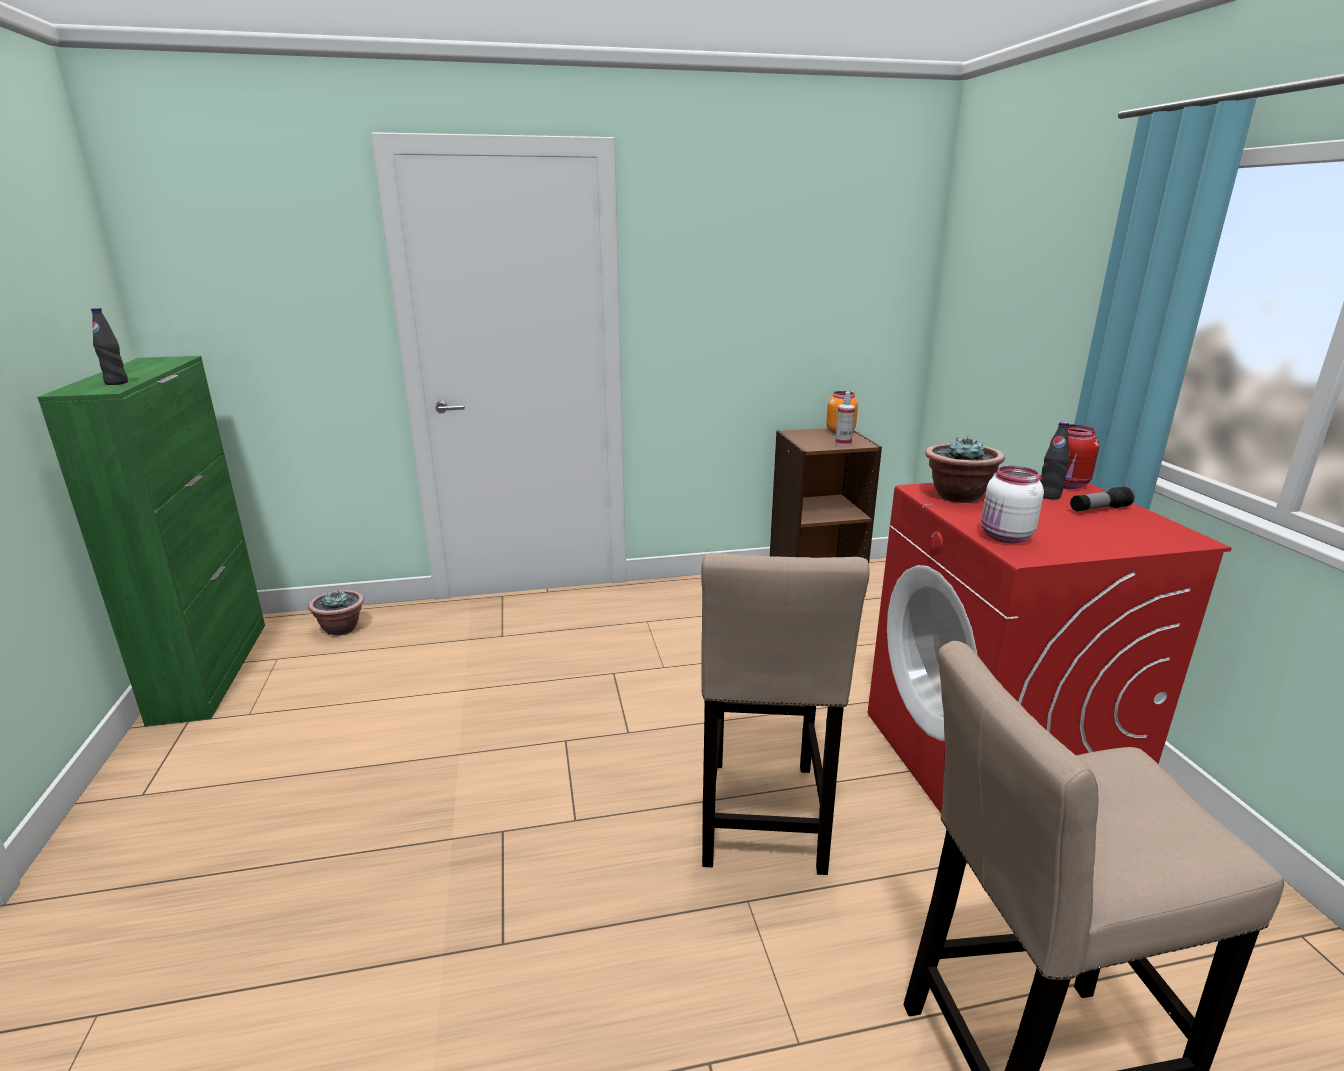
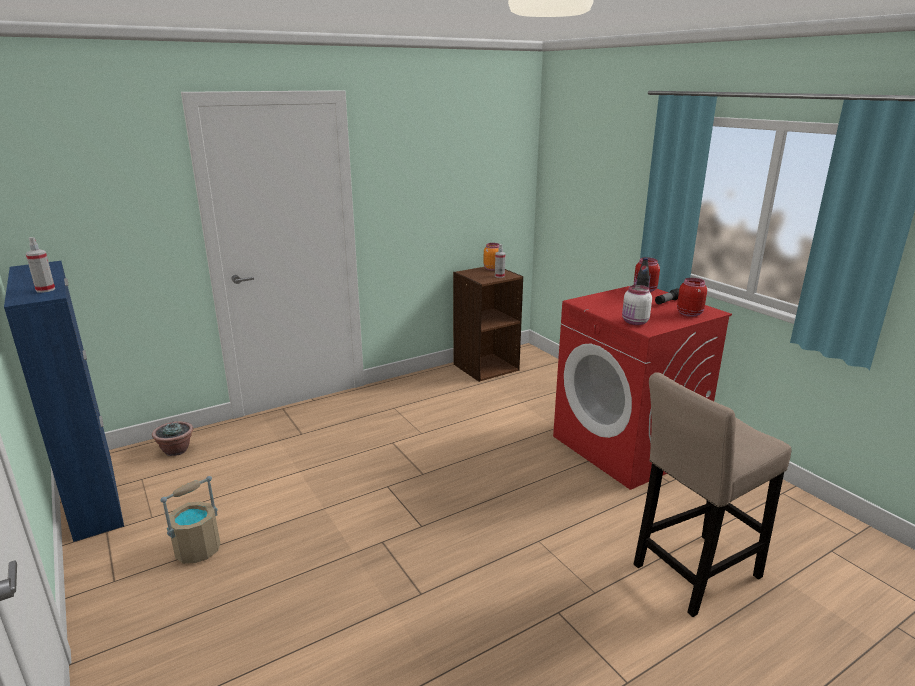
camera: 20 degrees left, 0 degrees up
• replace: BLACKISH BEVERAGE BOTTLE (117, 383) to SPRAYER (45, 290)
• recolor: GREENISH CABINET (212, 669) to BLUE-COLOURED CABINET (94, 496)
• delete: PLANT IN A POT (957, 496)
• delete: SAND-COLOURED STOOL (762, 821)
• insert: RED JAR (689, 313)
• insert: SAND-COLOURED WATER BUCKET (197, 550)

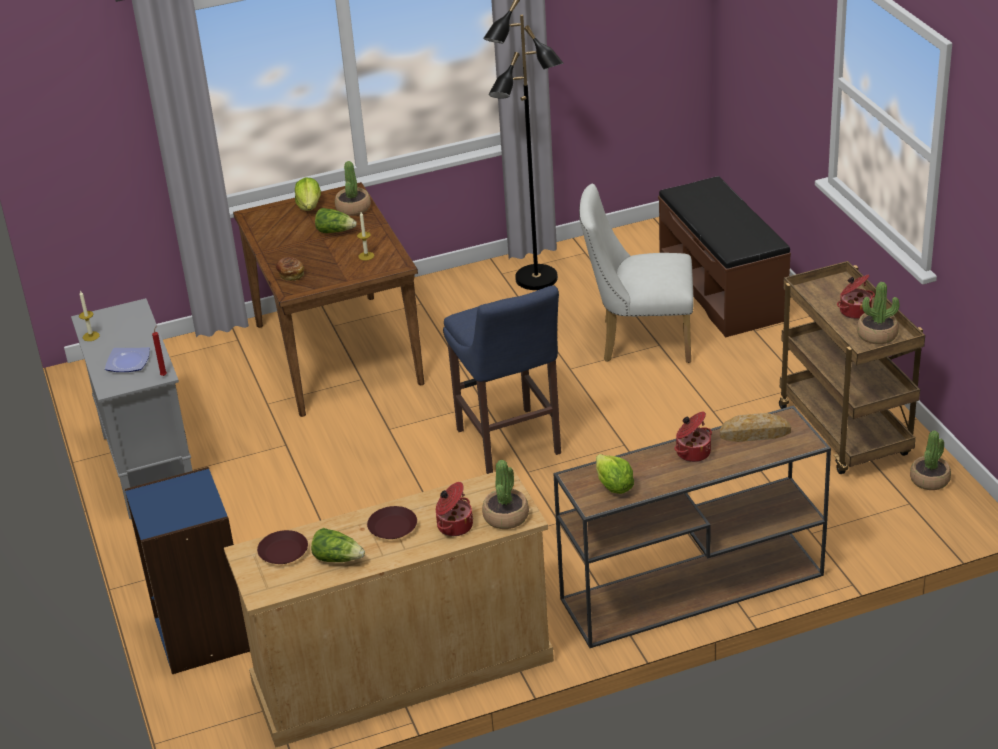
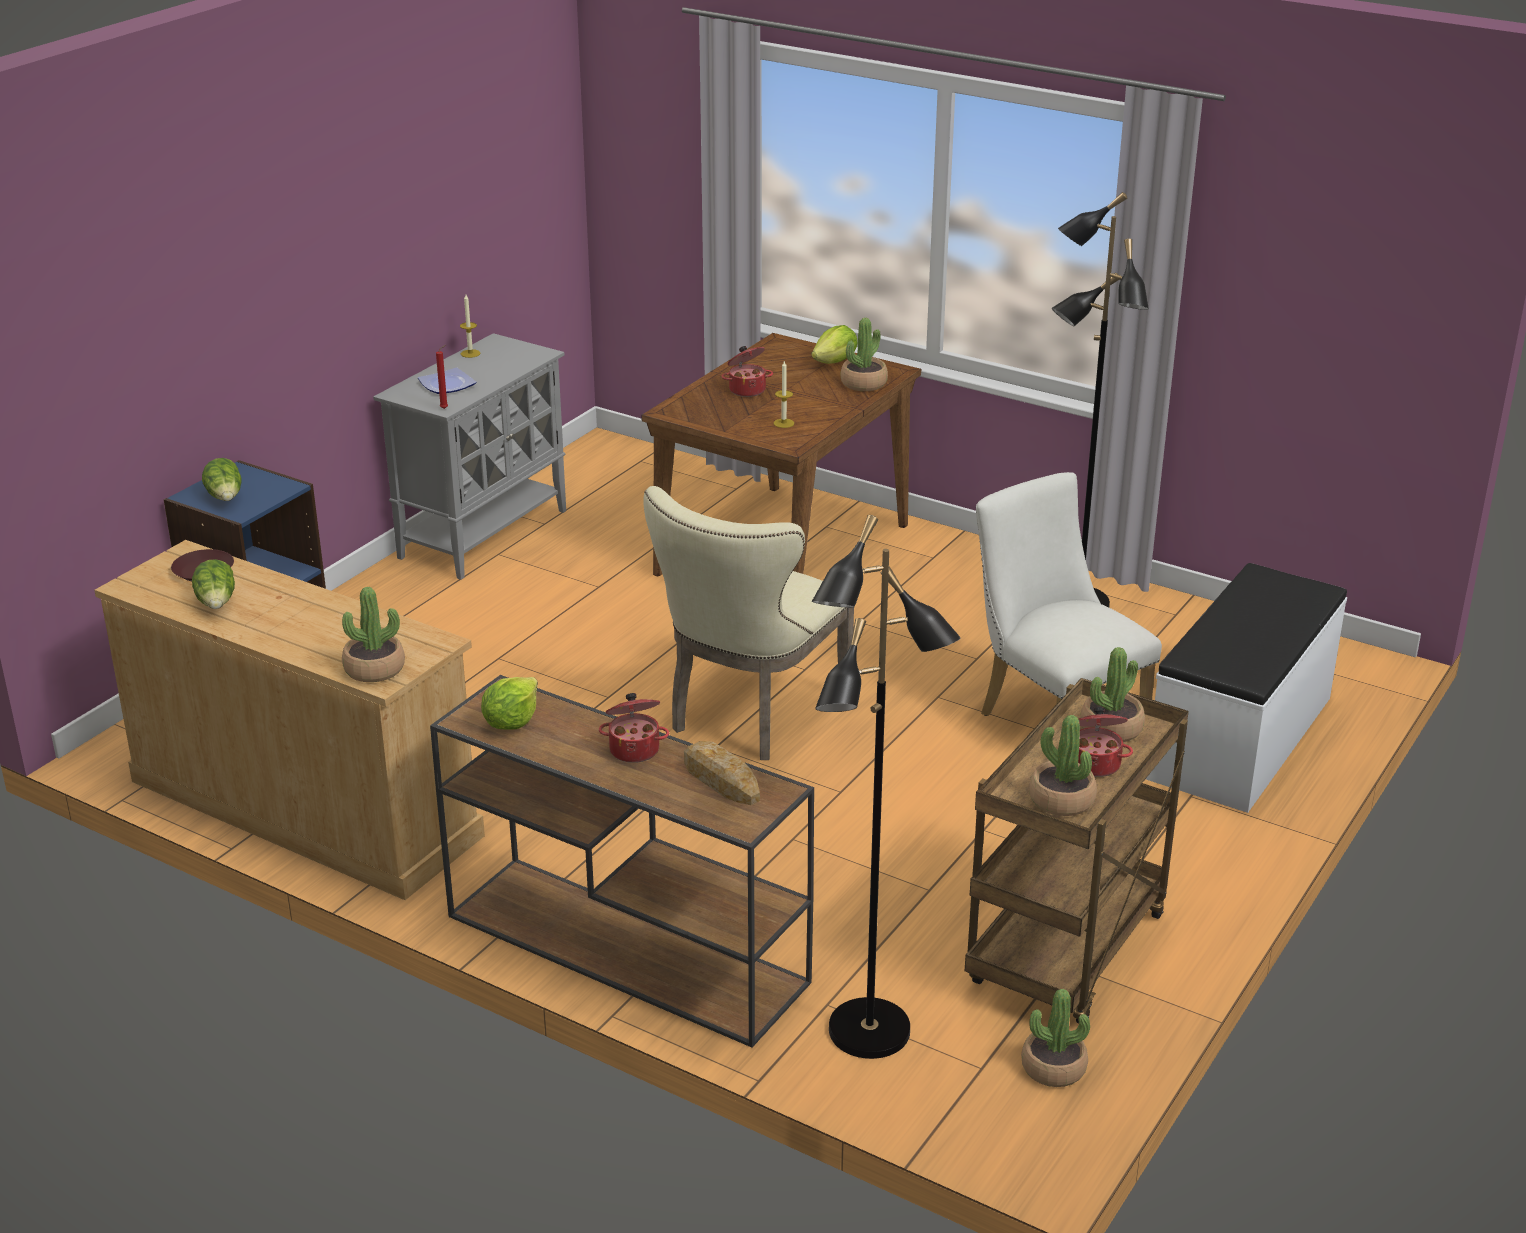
camera: 50 degrees right, 5 degrees down
• recolor: BROWNISH LONG SEAT (722, 290) to WHITE LONG SEAT (1242, 738)
• move: LETTUCE (335, 231) to (226, 497)
• delete: BAKERY BREAD (290, 274)
• replace: BLUE-COLOURED STOOL (510, 445) to SAND-COLOURED PLAIN CHAIR (750, 716)
• move: STOCKPOT (454, 525) to (747, 389)
• delete: BROWNISH DINNER PLATE (392, 527)
• insert: BLACKISH STANDING LAMP (870, 1033)
• insert: PLANT IN A POT (1111, 728)

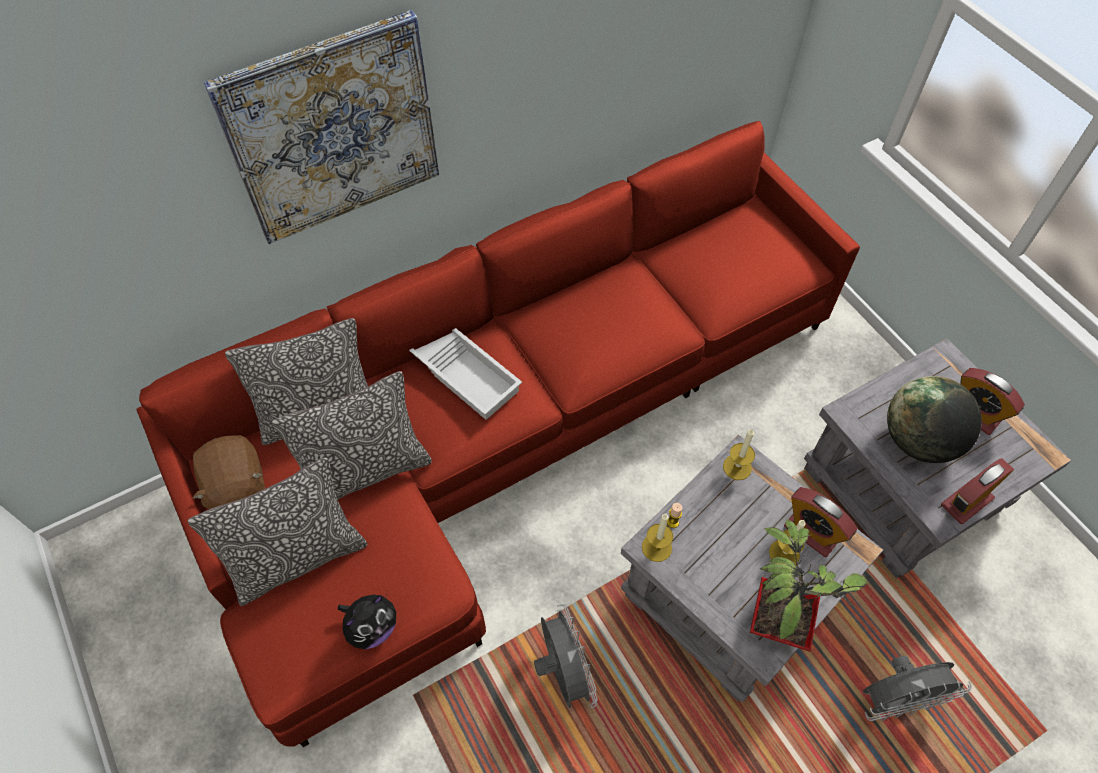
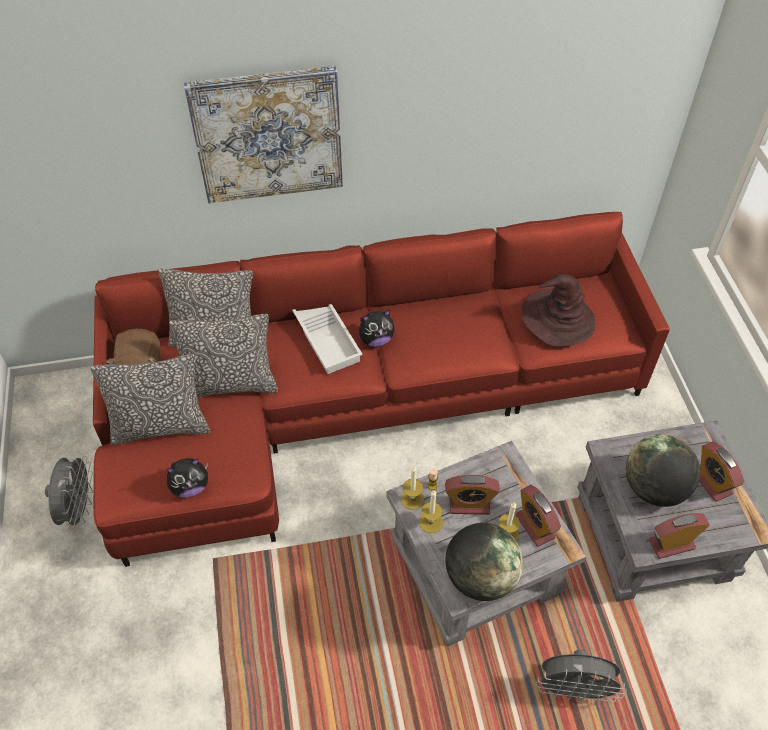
camera: 20 degrees right, 5 degrees down
• move: CANDLE (737, 467) to (431, 522)
• replace: PLANT IN A POT (779, 620) to DESK GLOBE (480, 578)
• move: GREY ELECTRIC FAN (563, 672) to (78, 509)
• insert: BROWNISH CLOTHING HAT (556, 319)
• insert: CUDDLY TOY (376, 339)
• insert: BEDSIDE CLOCK (469, 504)

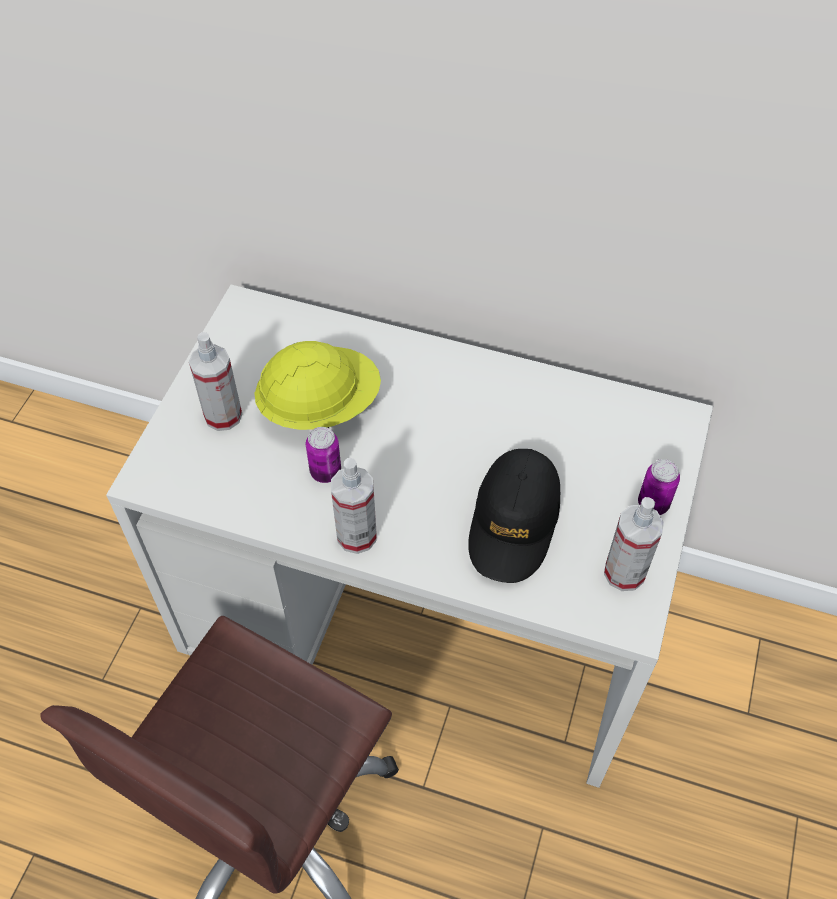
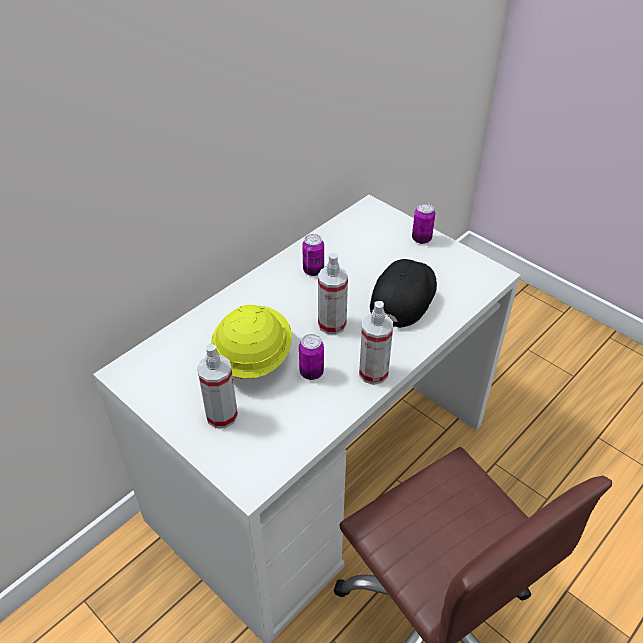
camera: 65 degrees left, 10 degrees down
• rotate: BLACKISH CAP (514, 522) = (403, 297) 105 degrees counterclockwise
• move: SPRAYER (624, 573) to (332, 324)
• insert: METAL CAN (313, 270)

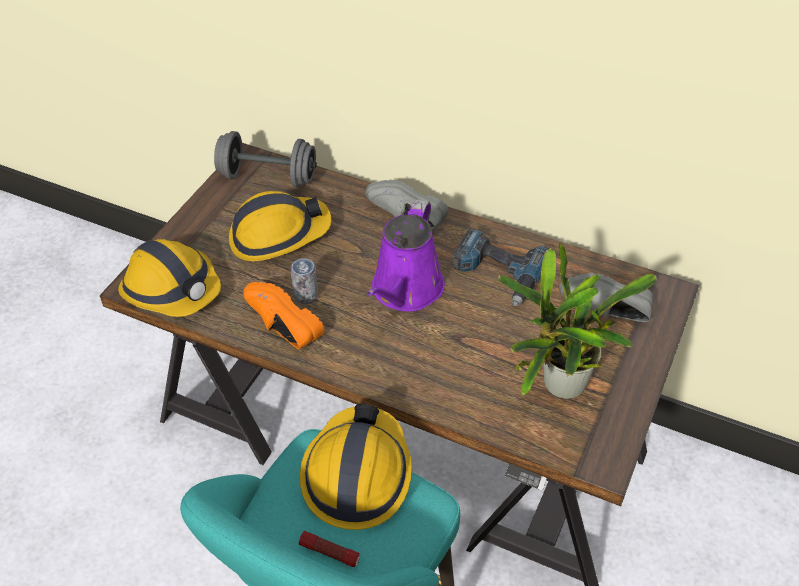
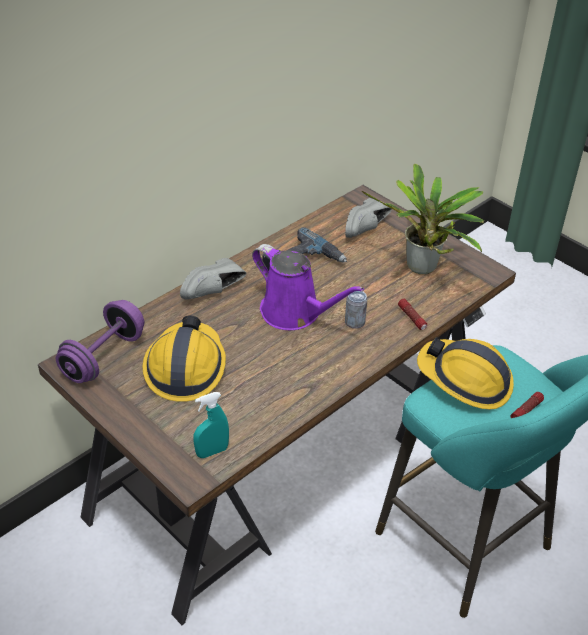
camera: 70 degrees left, 5 degrees down
• recolor: GREY DUMBBELL (267, 177) to PURPLISH DUMBBELL (103, 357)
• replace: SAFETY HELMET (172, 289) to TURQUOISE-COLOURED SPRAYER (212, 452)
• move: METAL CAN (306, 296) to (354, 322)
• delete: ORANGEY SHOE (279, 328)
• insert: FLASHLIGHT (412, 318)

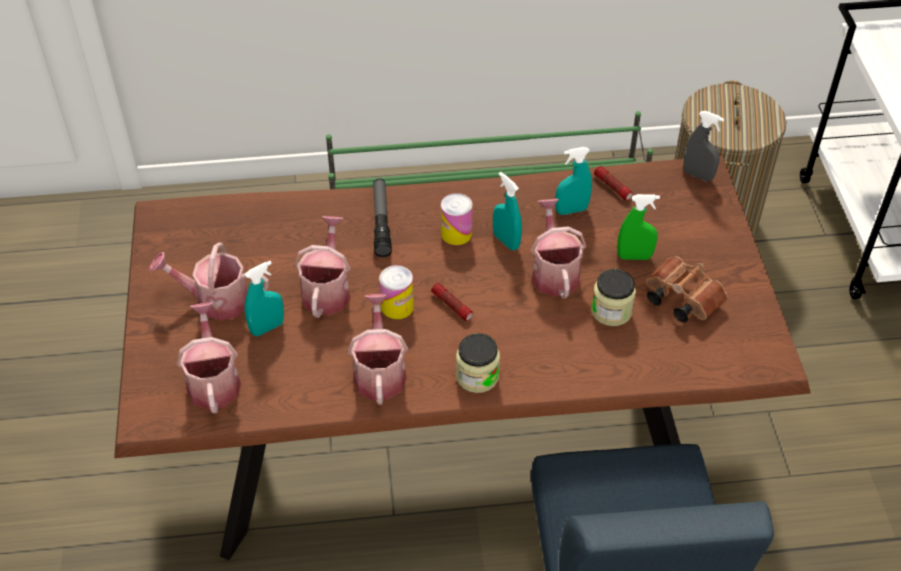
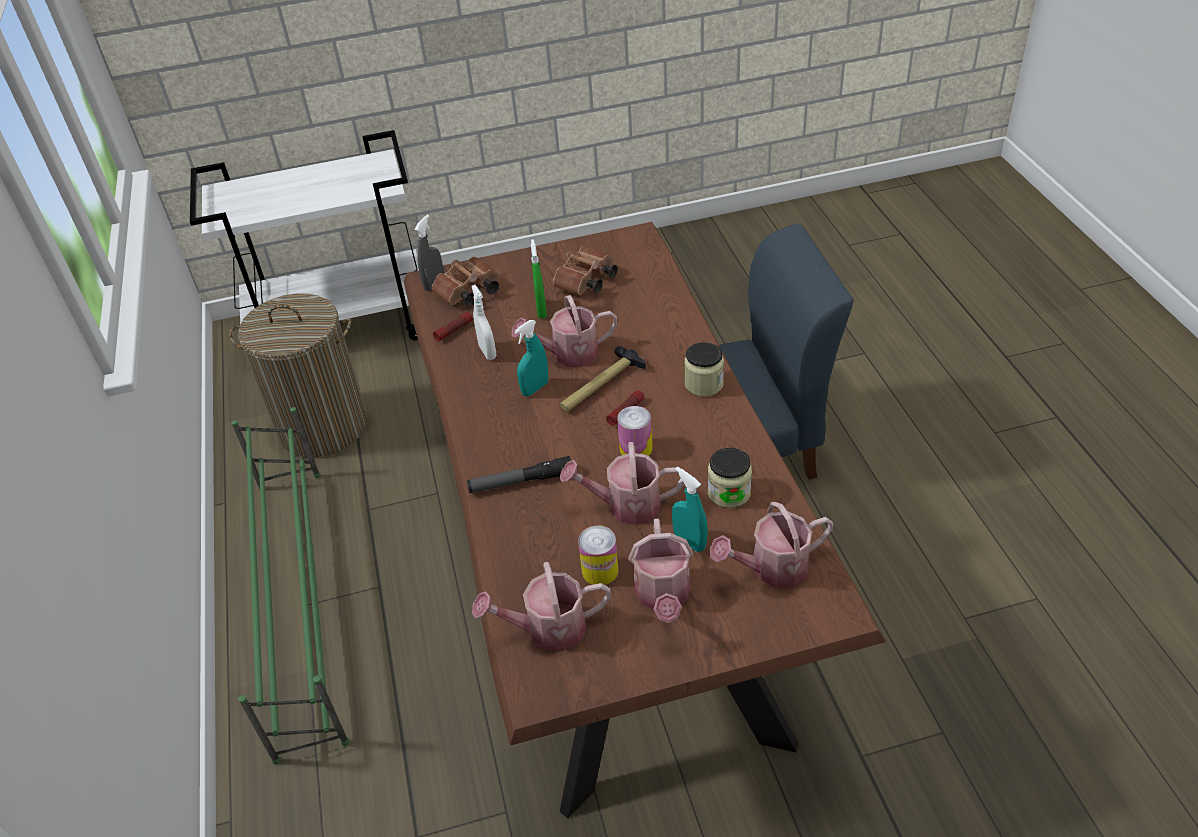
camera: 95 degrees left, 5 degrees down
• recolor: TURQUOISE-COLOURED SPRAYER (571, 210) to WHITE SPRAYER (487, 352)
• move: METAL CAN (456, 233) to (600, 571)
• move: JAR (611, 311) to (729, 492)
• move: WATERING POT (379, 371) to (547, 629)
• insert: BROWNISH BINOCULARS (468, 293)
• insert: HAND HAMMER (601, 386)

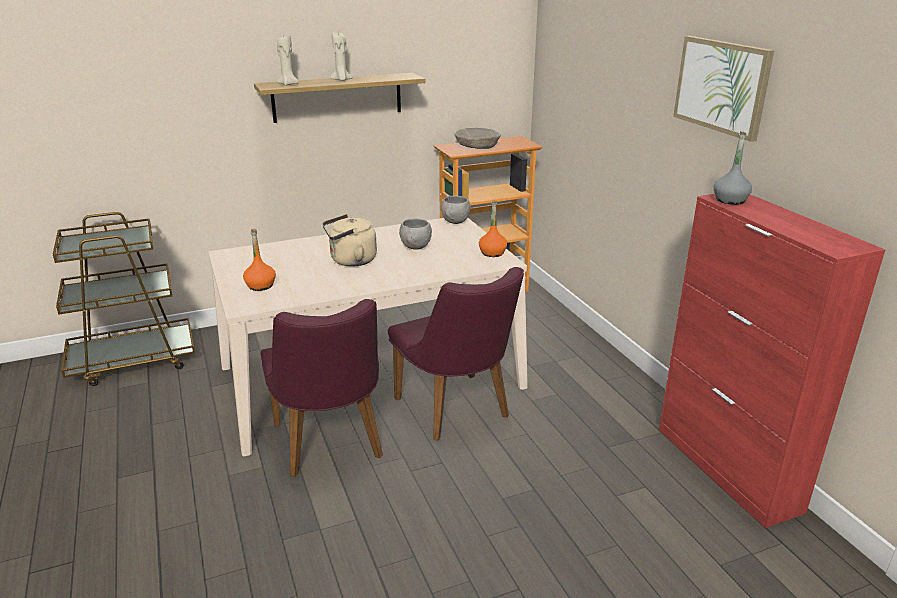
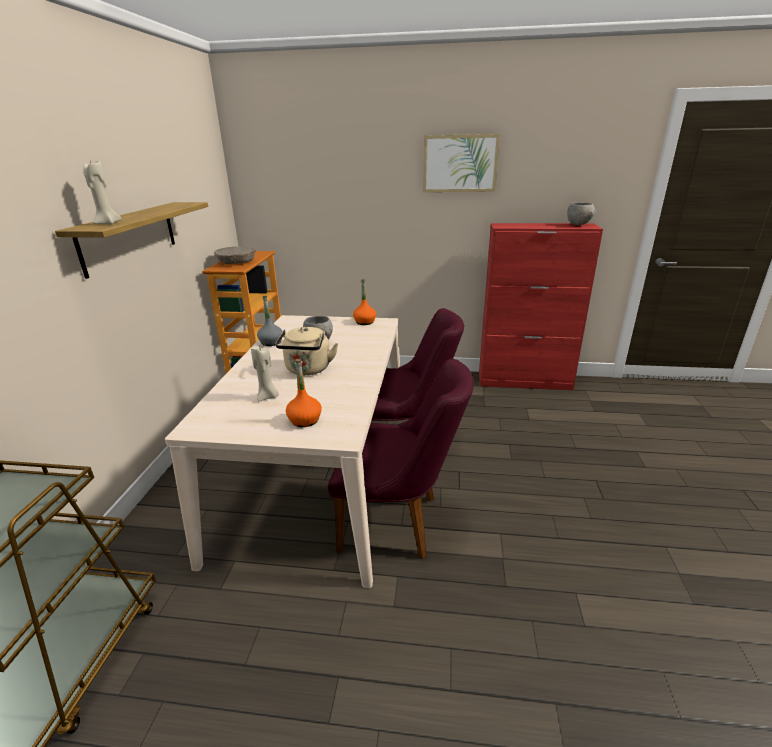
camera: 60 degrees left, 0 degrees up
• move: SAND-COLOURED CANDLE (341, 80) to (268, 397)
• move: GREY BEVERAGE BOTTLE (730, 200) to (271, 342)
• move: GREY BOWL (455, 223) to (578, 225)

